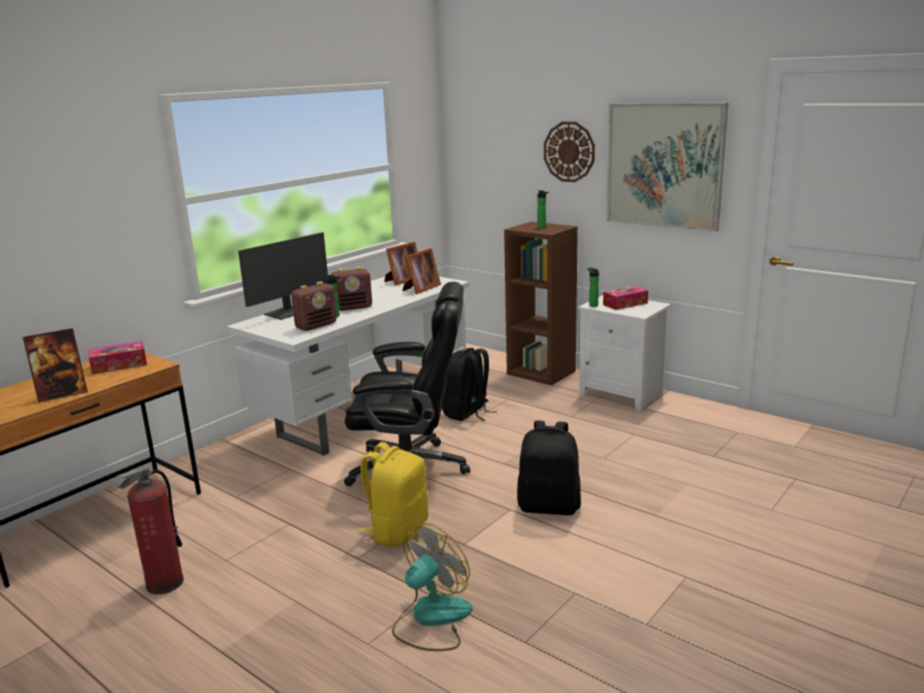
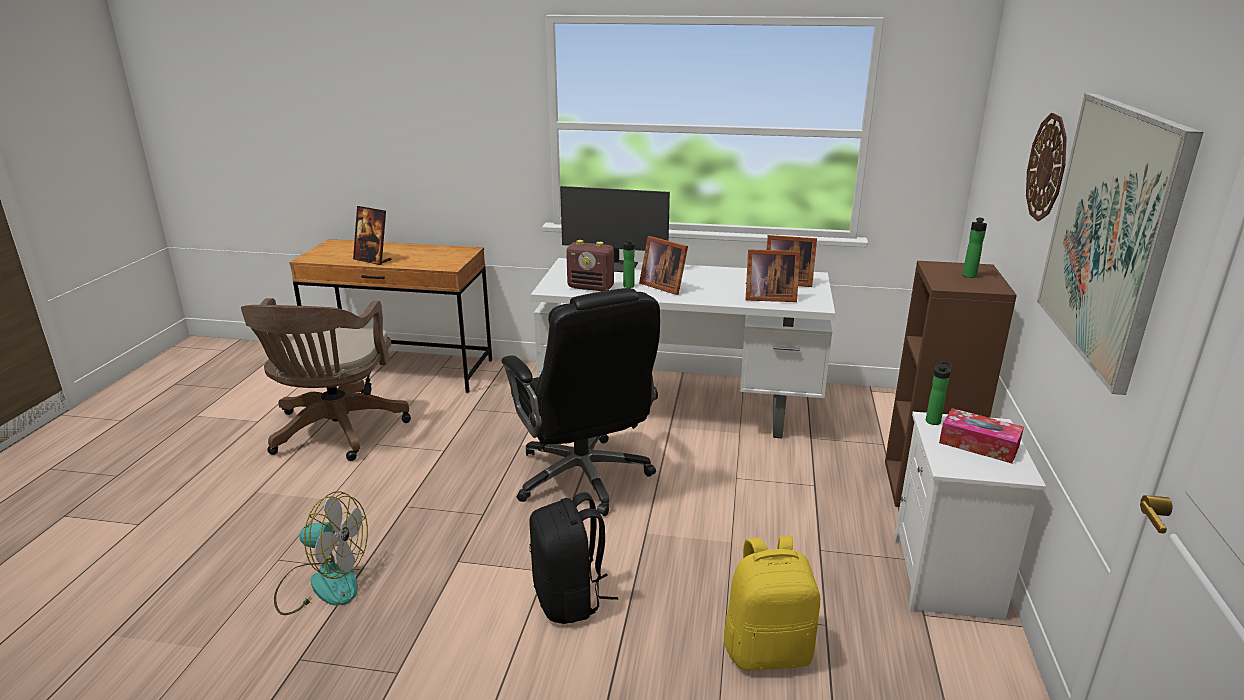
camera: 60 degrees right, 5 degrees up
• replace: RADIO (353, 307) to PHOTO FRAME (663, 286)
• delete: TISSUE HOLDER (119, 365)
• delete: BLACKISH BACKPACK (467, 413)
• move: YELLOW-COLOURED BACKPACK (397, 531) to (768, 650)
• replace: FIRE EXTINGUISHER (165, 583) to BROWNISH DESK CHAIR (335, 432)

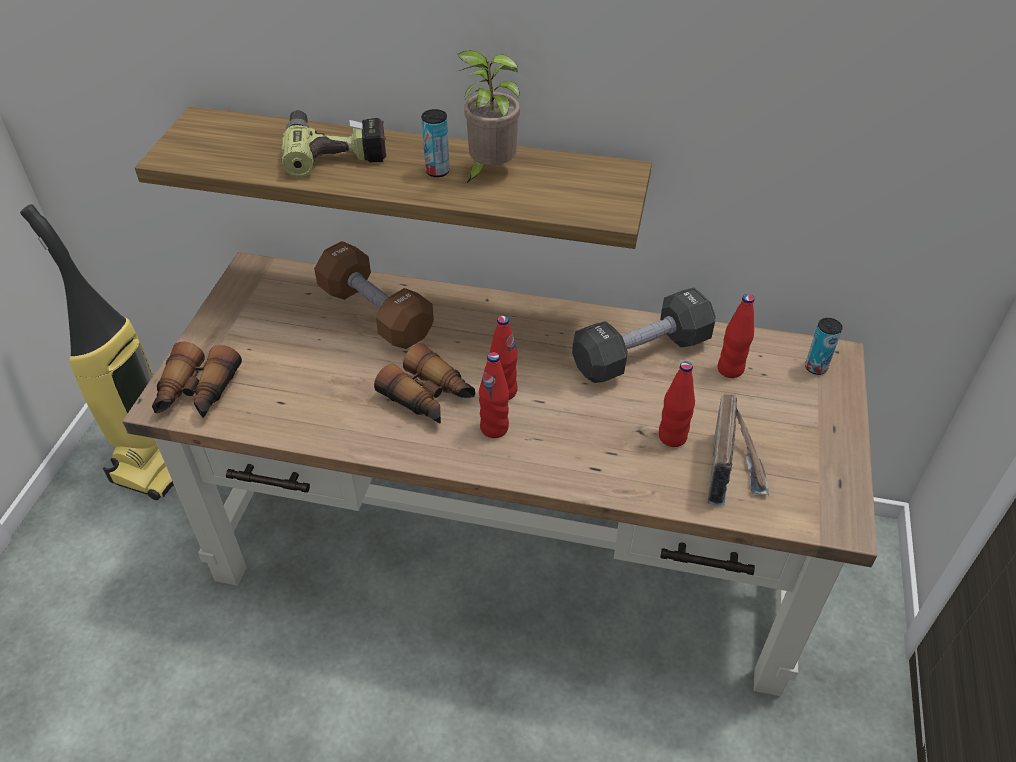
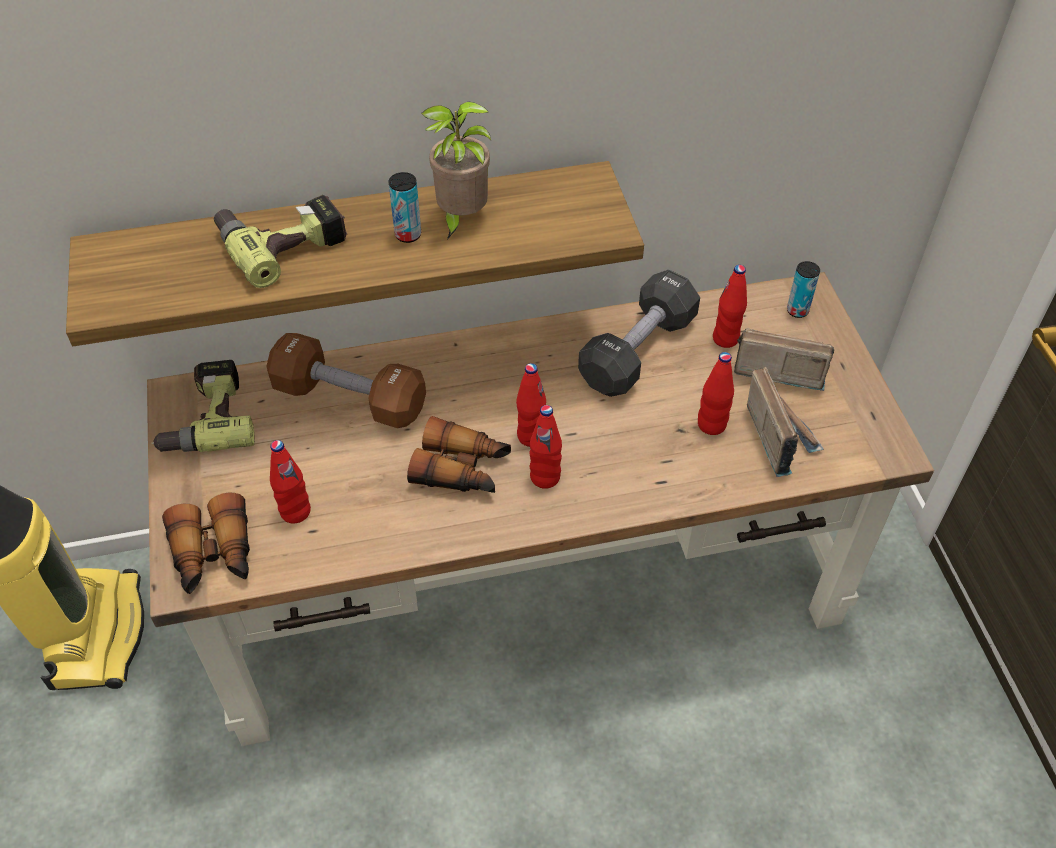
camera: 25 degrees left, 5 degrees up
• insert: RADIO (776, 368)
• insert: DRILL (206, 419)
• insert: RED BEVERAGE BOTTLE (295, 512)

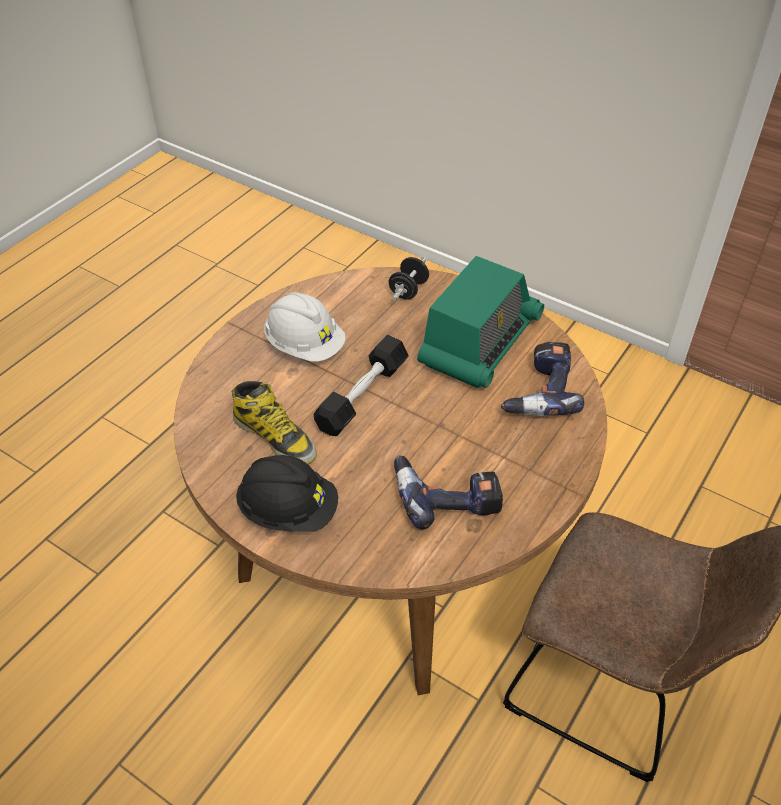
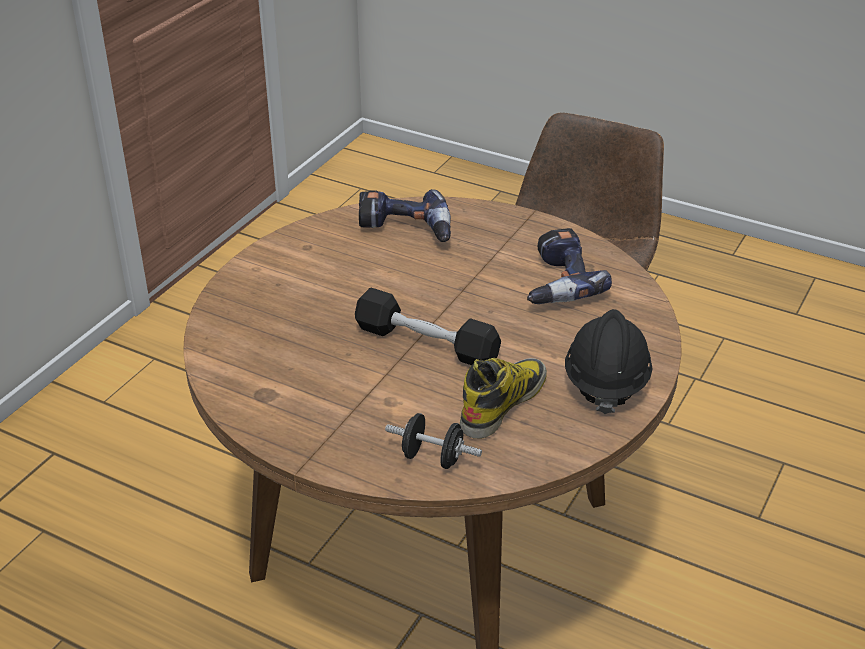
camera: 95 degrees left, 10 degrees down
• delete: RADIO (479, 342)
• move: BLACKISH DUMBBELL (408, 290) to (432, 458)
• delete: WHITE SAFETY HELMET (305, 346)

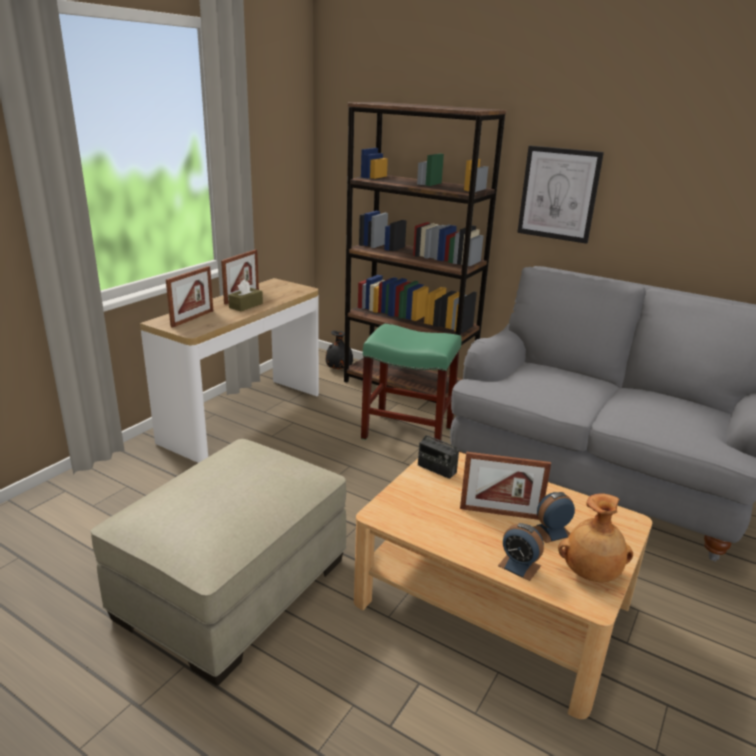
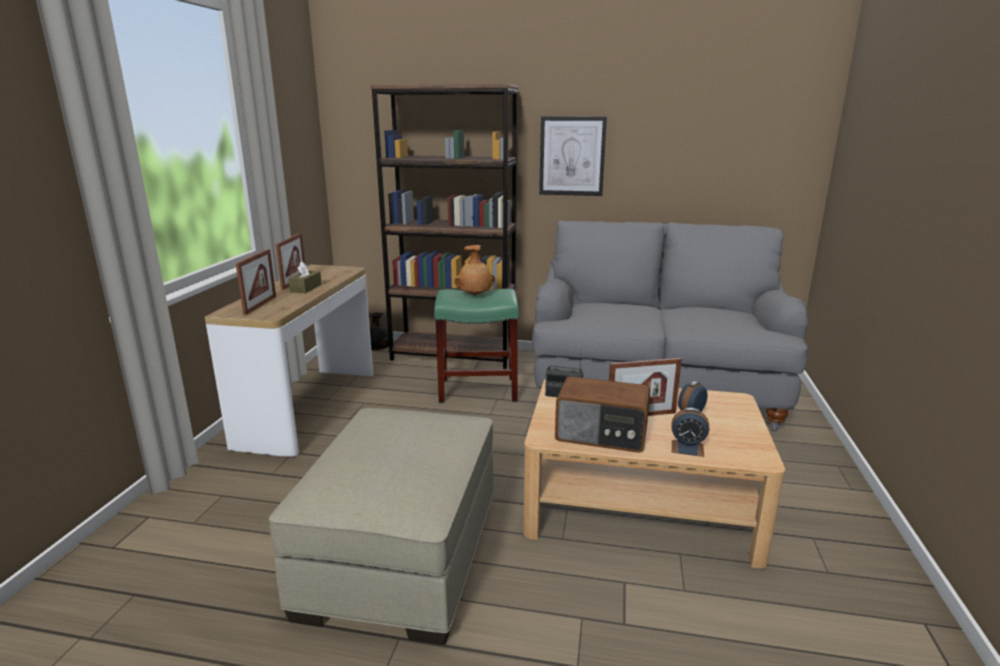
camera: 20 degrees left, 5 degrees down
• move: BROWNISH FLOWER VASE (591, 574) to (475, 295)
• insert: RADIO (601, 435)

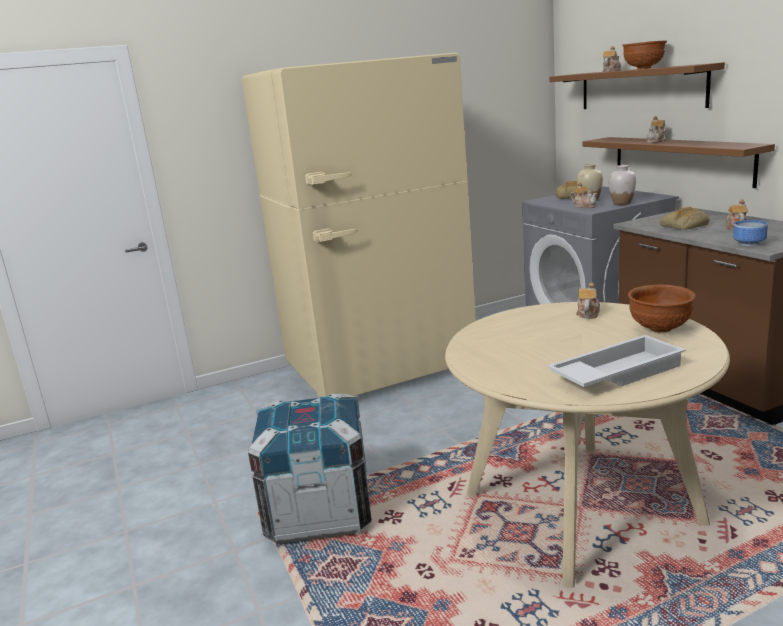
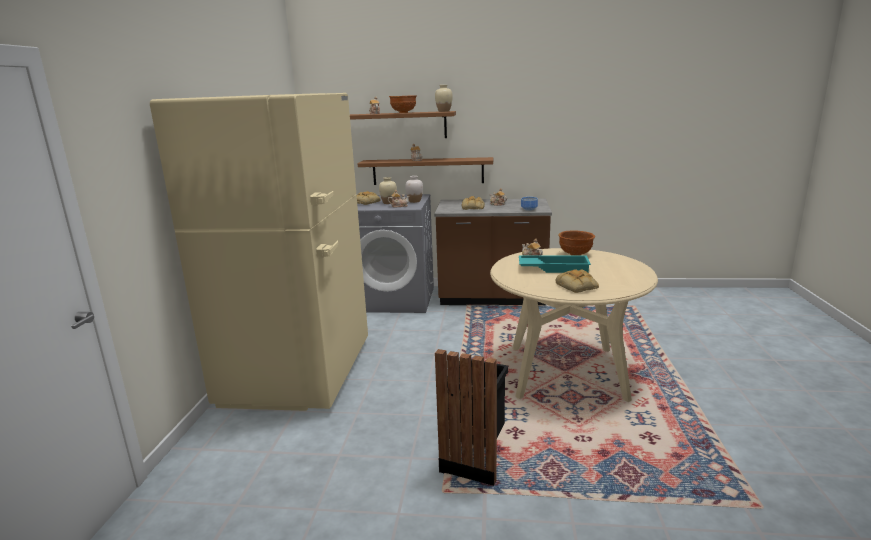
camera: 60 degrees left, 0 degrees up
• delete: WHITE CARRYING TRAY (615, 372)
• replace: CRATE (319, 512) to BLACKISH TRASH CAN (475, 461)
• insert: SAND-COLOURED FLOWER VASE (444, 111)
• insert: TURQUOISE-COLOURED CARRYING TRAY (553, 268)
• insert: BAKERY BREAD (577, 286)

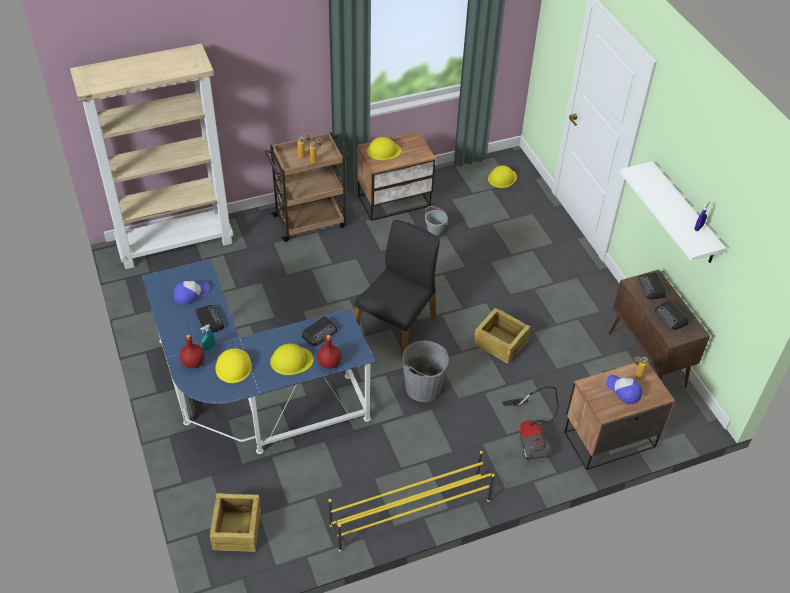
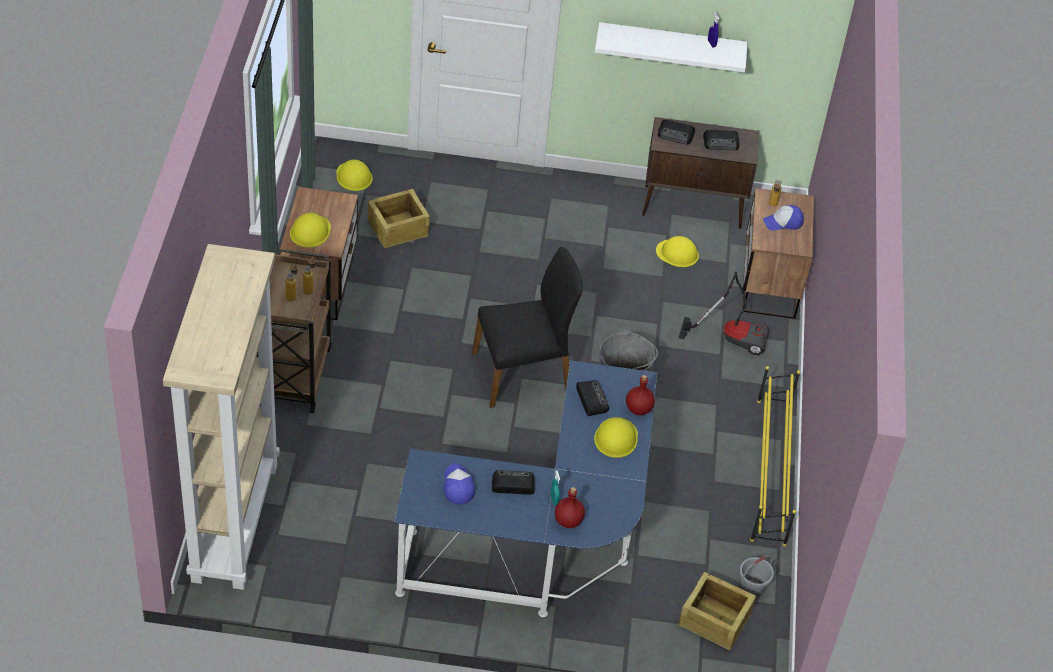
camera: 65 degrees left, 0 degrees up
• move: GREY WATER BUCKET (435, 231) to (752, 588)
• rotate: BLACKISH PLAIN CHAIR (396, 327) = (523, 373) 105 degrees clockwise
• move: CRATE (500, 342) to (397, 228)
• move: YELLOW-COLOURED SAFETY HELMET (233, 366) to (677, 253)

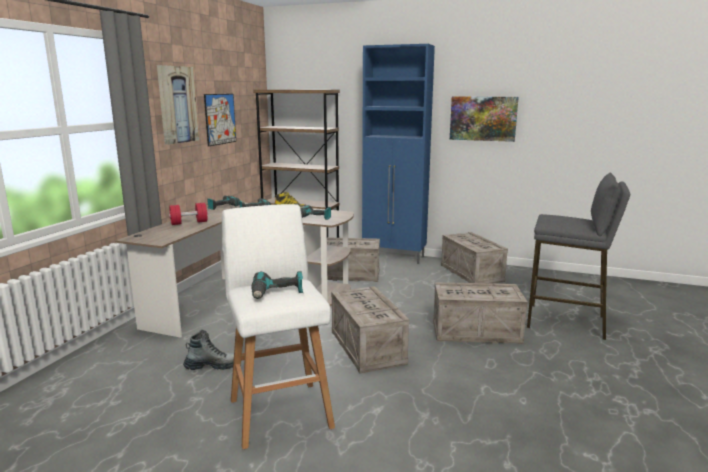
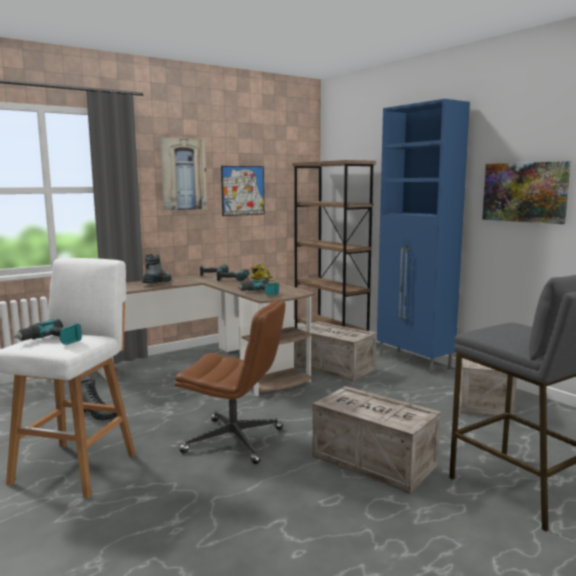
camera: 35 degrees right, 5 degrees down
• replace: RED DUMBBELL (189, 223) to BOOT (157, 283)
• replace: CRATE (368, 348) to BROWNISH DESK CHAIR (235, 440)

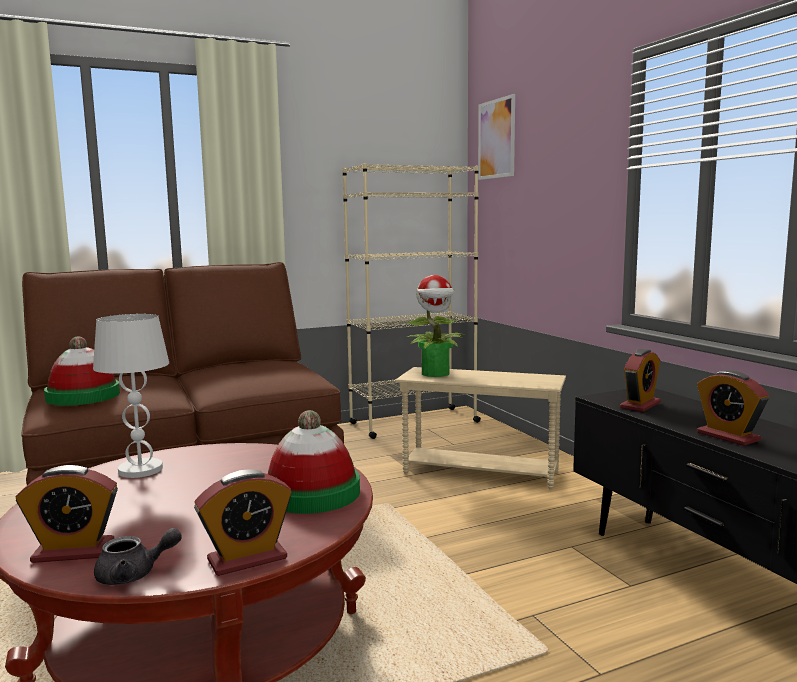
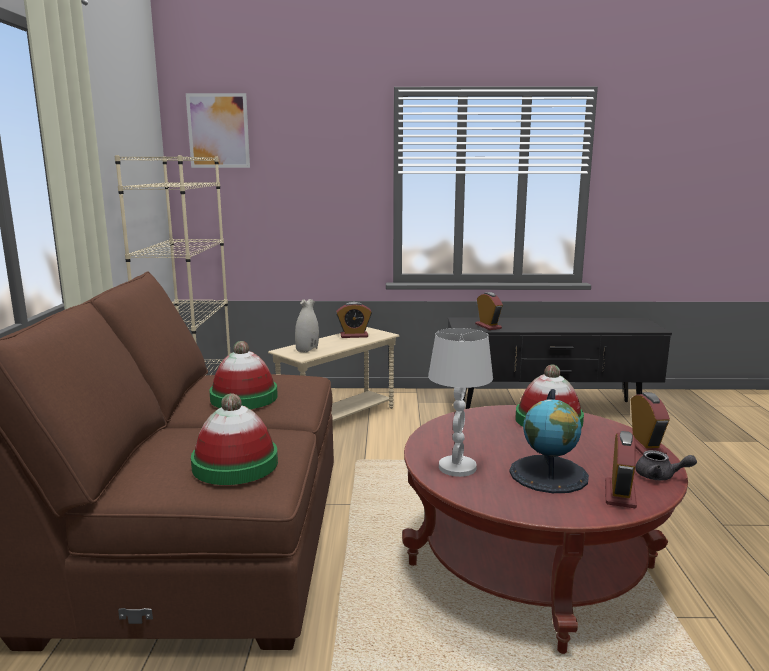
camera: 65 degrees left, 5 degrees up
• replace: PLANT IN A POT (436, 374) to WHITE FLOWER VASE (307, 349)
• move: BEDSIDE CLOCK (728, 436) to (354, 336)
• rotate: GREY TEAPOT (134, 575) = (660, 476) 105 degrees clockwise
• insert: CLOTHING HAT (244, 397)
• insert: DESK GLOBE (549, 474)

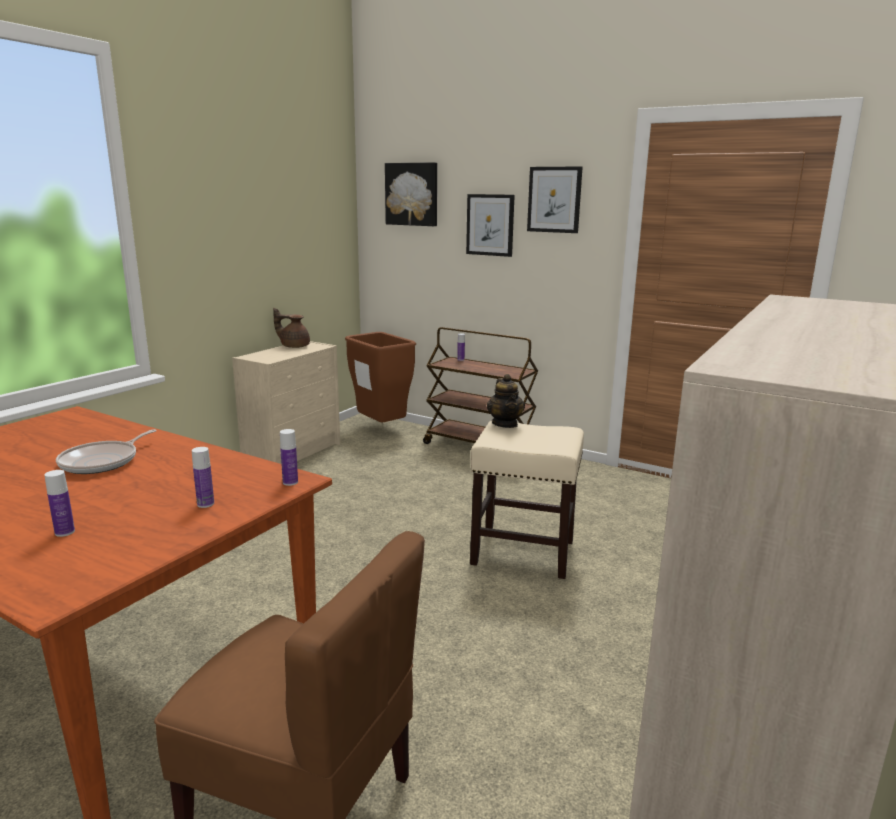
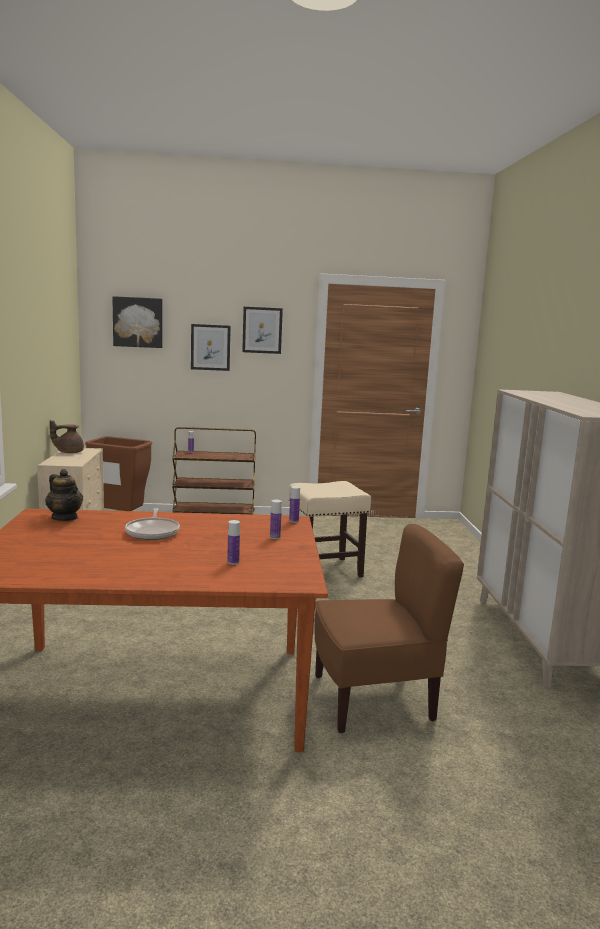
camera: 35 degrees left, 5 degrees down
• move: TEAPOT (505, 424) to (65, 518)

